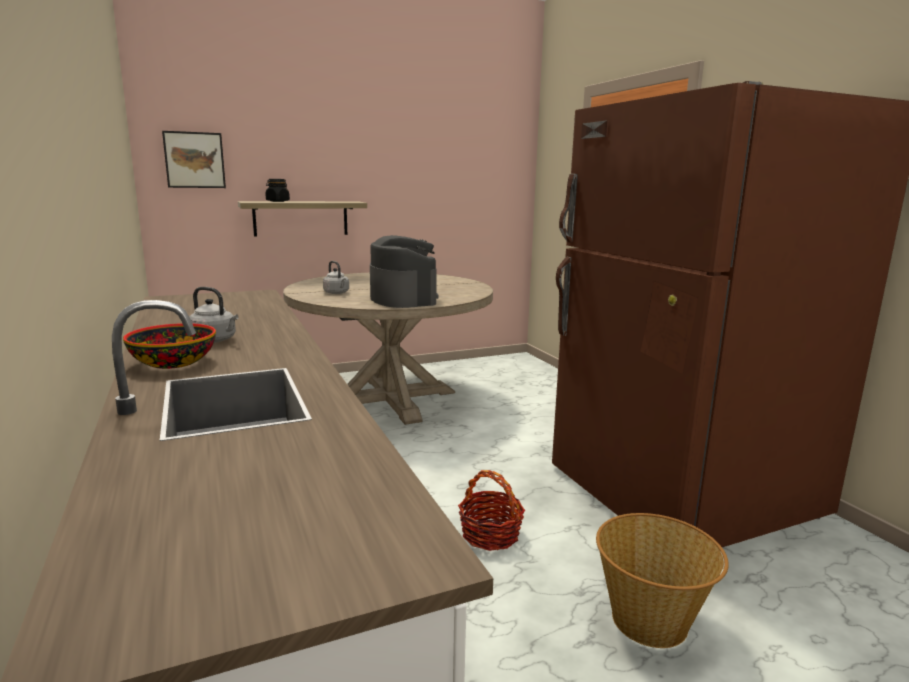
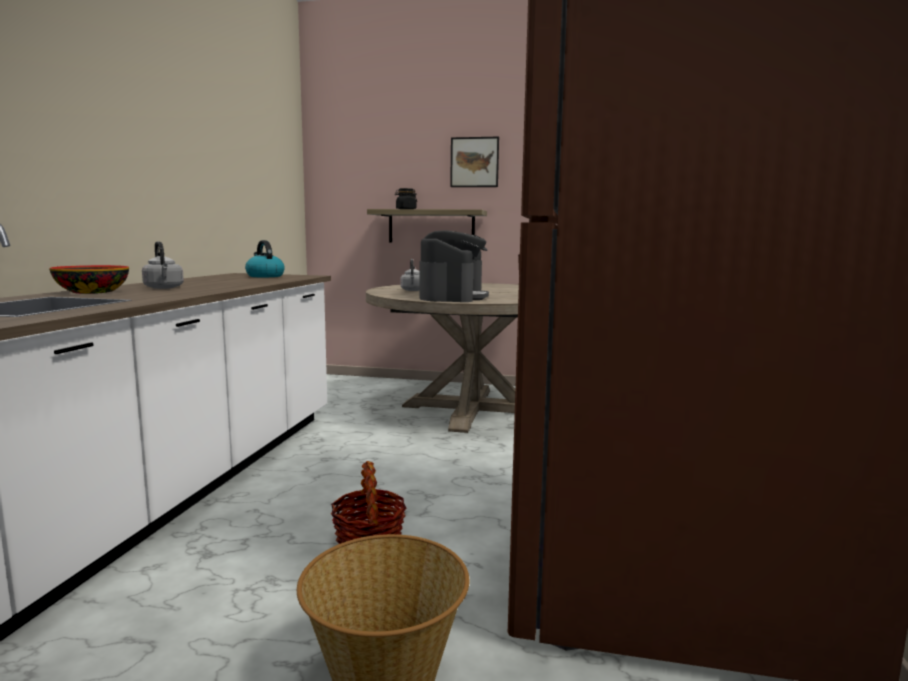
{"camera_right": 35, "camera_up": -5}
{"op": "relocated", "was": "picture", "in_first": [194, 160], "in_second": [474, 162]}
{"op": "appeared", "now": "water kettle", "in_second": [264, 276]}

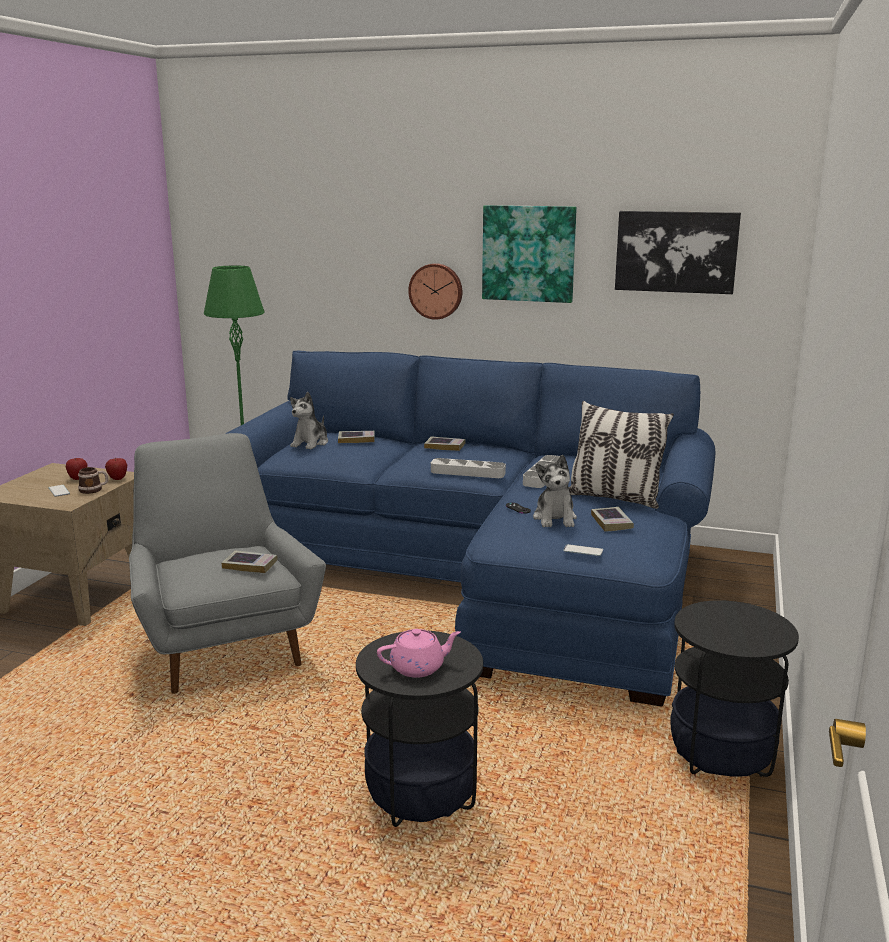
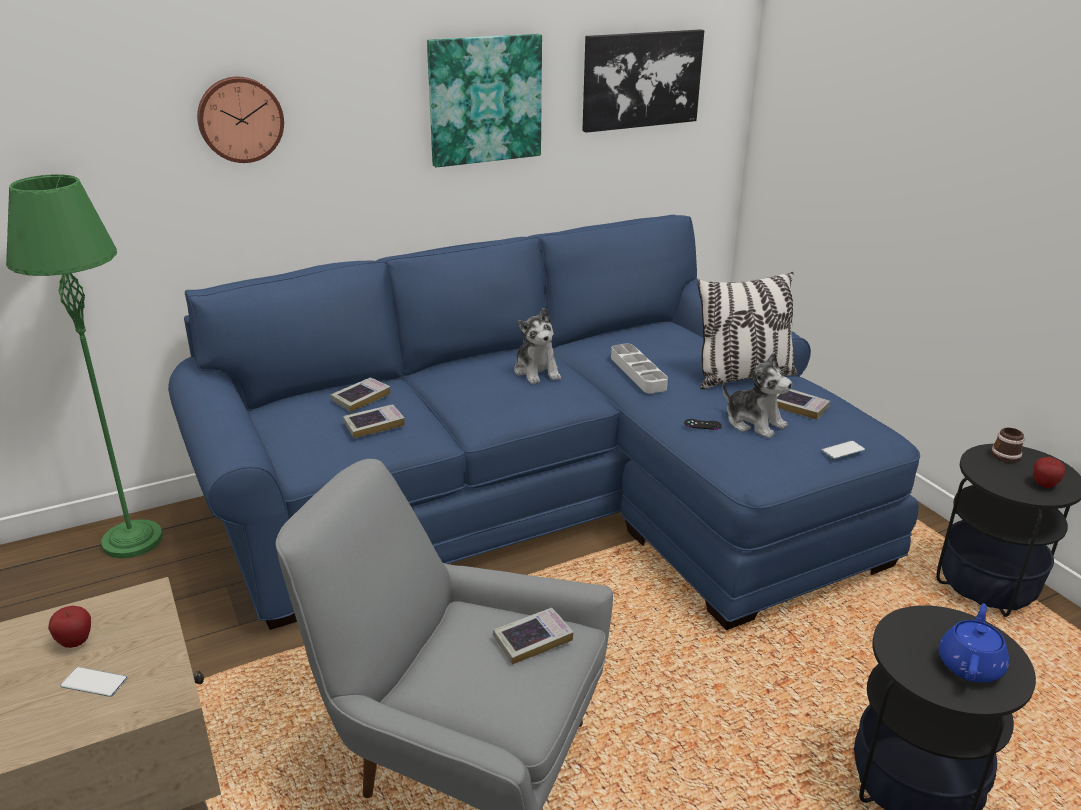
{"camera_right": -45, "camera_up": 10}
{"op": "relocated", "was": "mug", "in_first": [94, 489], "in_second": [1005, 454]}
{"op": "relocated", "was": "apple", "in_first": [117, 478], "in_second": [1044, 485]}
{"op": "relocated", "was": "cuddly toy", "in_first": [310, 443], "in_second": [537, 371]}
{"op": "colour", "was": "pinkish tea pot", "now": "bluish tea pot", "in_first": [418, 668], "in_second": [970, 664]}
{"op": "relocated", "was": "clock on the wall", "in_first": [436, 291], "in_second": [240, 119]}
{"op": "relocated", "was": "volume", "in_first": [445, 446], "in_second": [374, 424]}
{"op": "missing", "was": "grey serving tray", "in_first": [467, 472]}

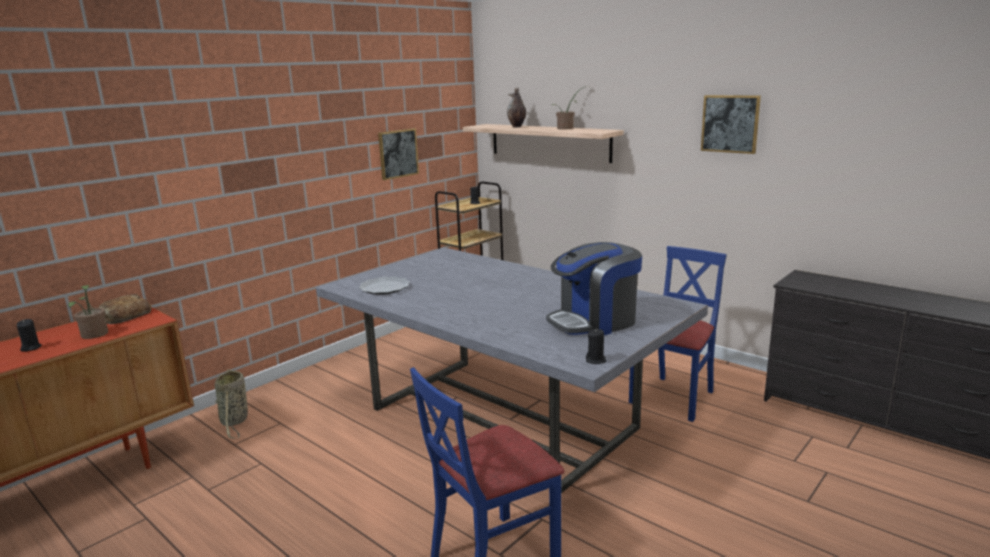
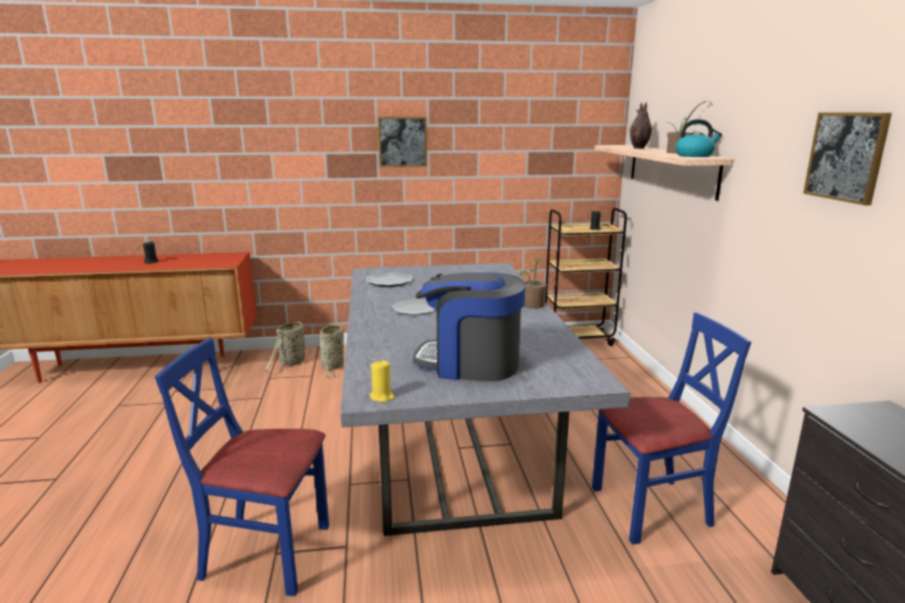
{"camera_right": 40, "camera_up": 0}
{"op": "relocated", "was": "plant in a pot", "in_first": [94, 335], "in_second": [532, 306]}
{"op": "missing", "was": "bread", "in_first": [123, 316]}
{"op": "relocated", "was": "picture", "in_first": [398, 153], "in_second": [402, 142]}
{"op": "colour", "was": "blackish wax light", "now": "yellow wax light", "in_first": [596, 360], "in_second": [382, 397]}
{"op": "appeared", "now": "storage basket", "in_second": [332, 367]}
{"op": "appeared", "now": "flat dish", "in_second": [414, 309]}
{"op": "appeared", "now": "water kettle", "in_second": [694, 155]}

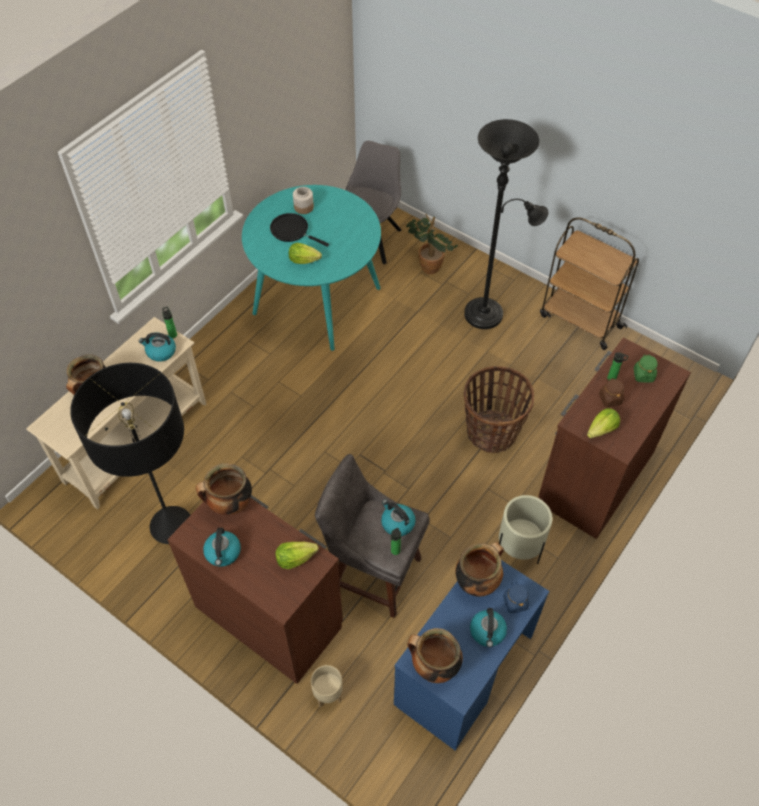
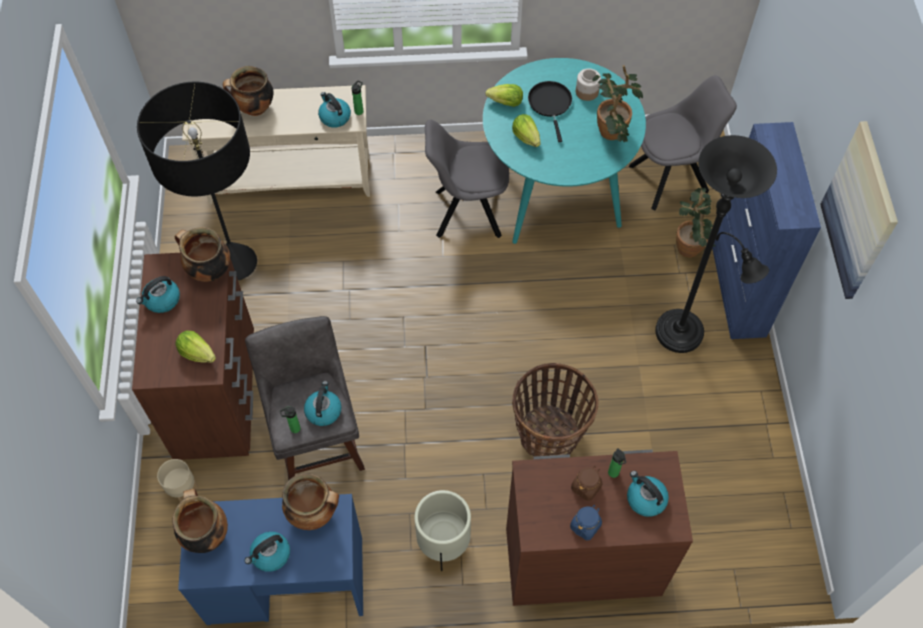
{"camera_right": 50, "camera_up": 5}
{"op": "relocated", "was": "bluish preserve jar", "in_first": [515, 602], "in_second": [585, 526]}
{"op": "missing", "was": "brown-coloured cart", "in_first": [579, 320]}
{"op": "relocated", "was": "head of lettuce", "in_first": [601, 430], "in_second": [506, 102]}
{"op": "exchanged", "was": "greenish preserve jar", "now": "water kettle", "in_first": [643, 375], "in_second": [645, 499]}
{"op": "appeared", "now": "grey chair", "in_second": [467, 213]}
{"op": "appeared", "now": "plant in a pot", "in_second": [610, 136]}
{"op": "appeared", "now": "bluish cupboard", "in_second": [738, 290]}
{"op": "appeared", "now": "picture", "in_second": [860, 212]}

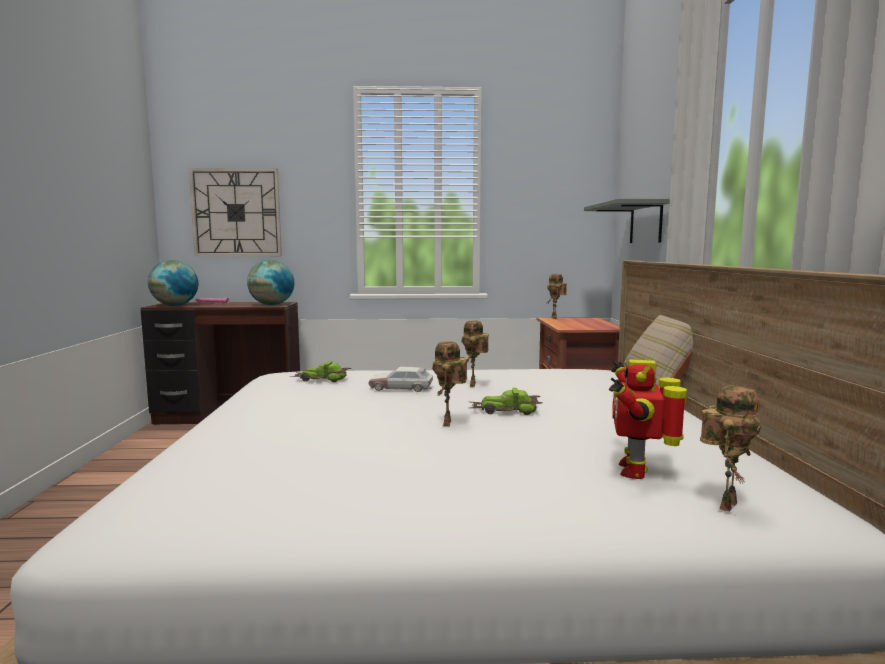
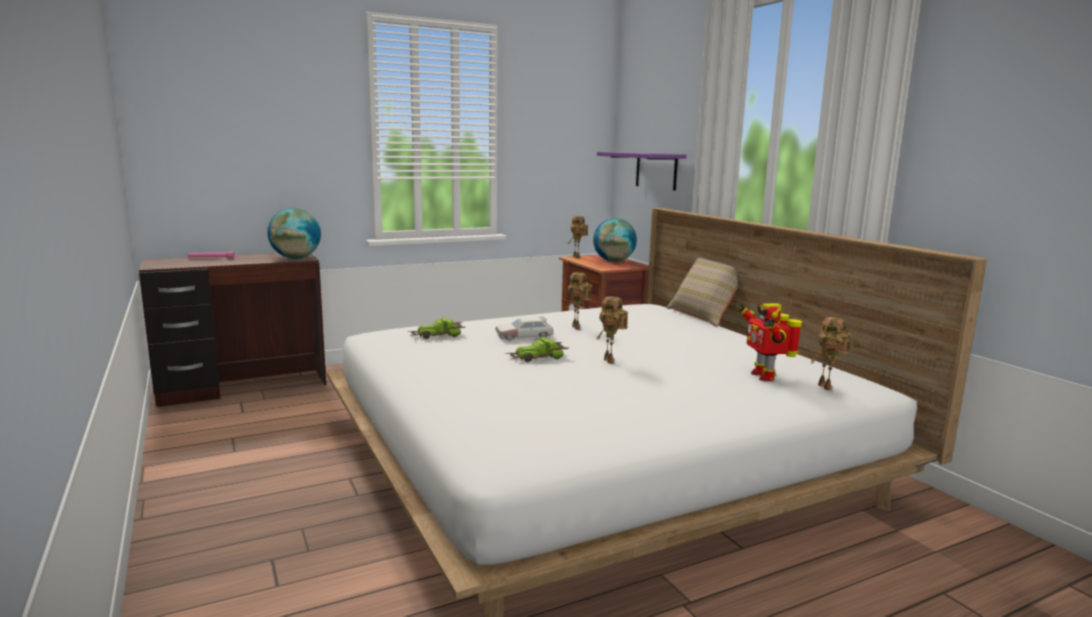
{"camera_right": -25, "camera_up": 5}
{"op": "relocated", "was": "globe", "in_first": [175, 305], "in_second": [614, 261]}
{"op": "missing", "was": "clock on the wall", "in_first": [236, 212]}
{"op": "relocated", "was": "model car", "in_first": [505, 410], "in_second": [537, 357]}
{"op": "colour", "was": "grey bracket shelf", "now": "purplish bracket shelf", "in_first": [646, 223], "in_second": [656, 170]}
{"op": "spun", "was": "model robot", "in_first": [725, 504], "in_second": [827, 387], "clockwise": 150}

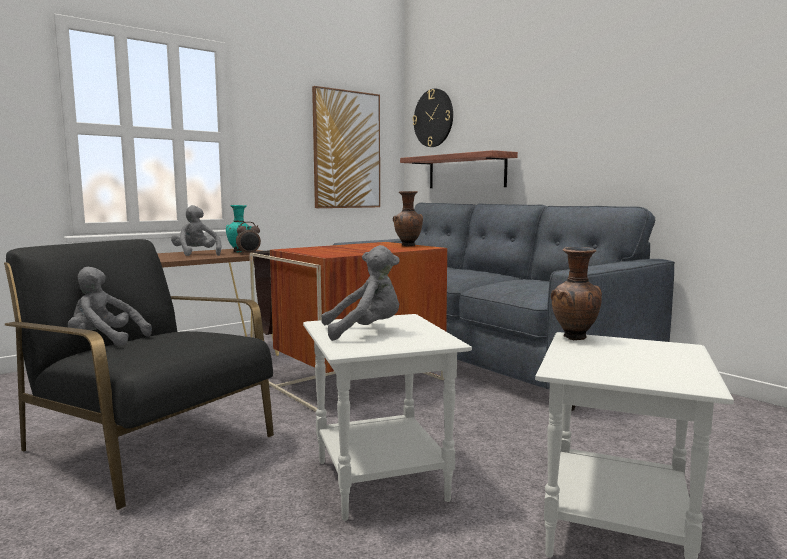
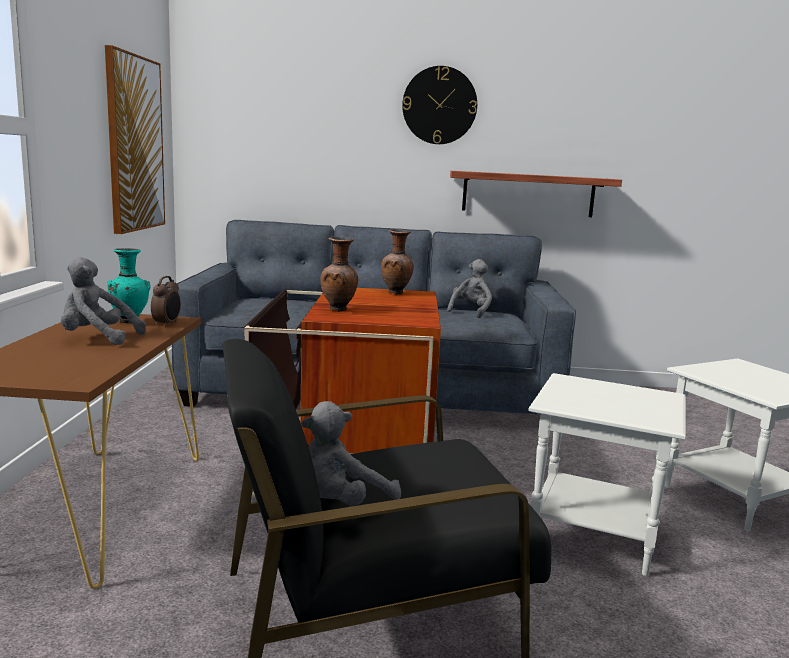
{"camera_right": -50, "camera_up": 5}
{"op": "relocated", "was": "grey cuddly toy", "in_first": [365, 331], "in_second": [471, 311]}
{"op": "relocated", "was": "bracket shelf", "in_first": [466, 171], "in_second": [528, 194]}
{"op": "relocated", "was": "clock on the wall", "in_first": [433, 118], "in_second": [439, 105]}
{"op": "relocated", "was": "brown-coloured vase", "in_first": [574, 338], "in_second": [339, 310]}

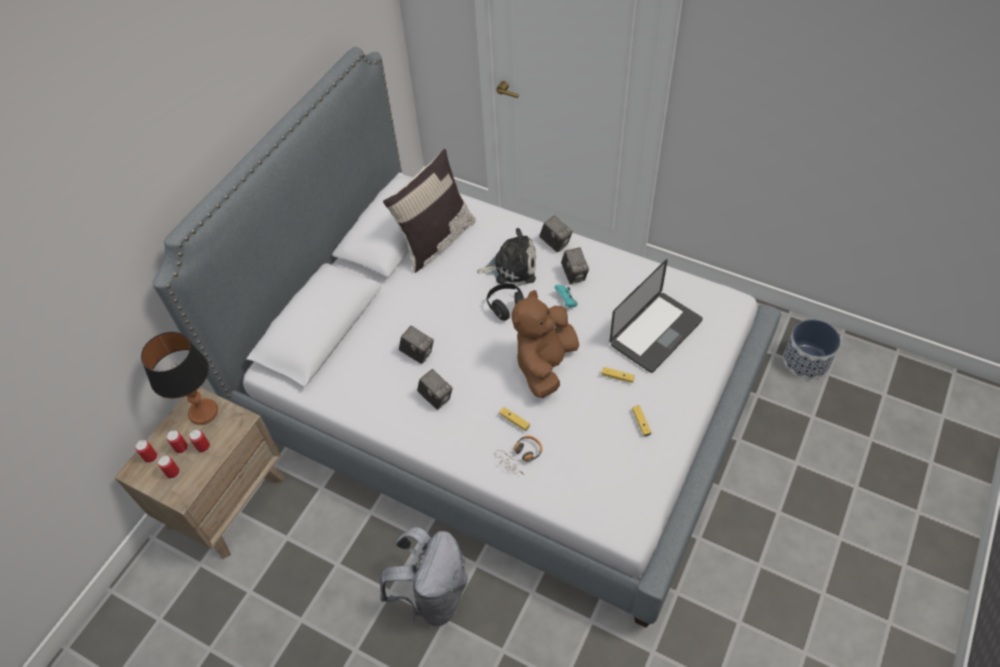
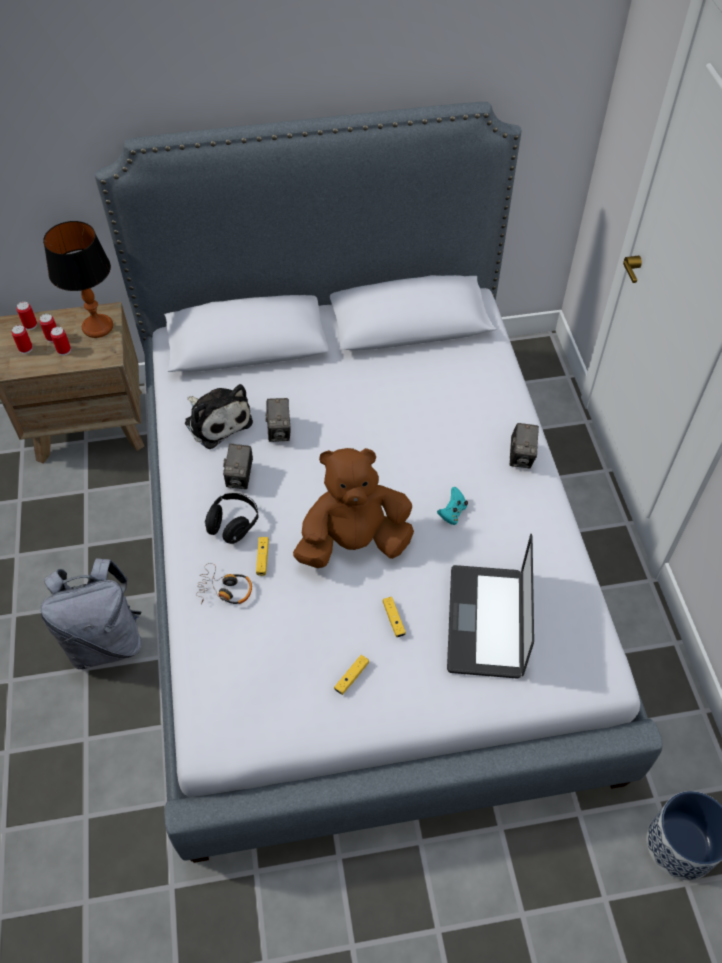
{"camera_right": 50, "camera_up": 0}
{"op": "missing", "was": "cushion", "in_first": [435, 241]}
{"op": "relocated", "was": "cuddly toy", "in_first": [512, 267], "in_second": [217, 420]}
{"op": "relocated", "was": "blackish headphones", "in_first": [506, 307], "in_second": [233, 524]}
{"op": "missing", "was": "photo camera", "in_first": [574, 275]}
{"op": "spun", "was": "portable computer", "in_first": [655, 333], "in_second": [485, 622], "clockwise": 90}

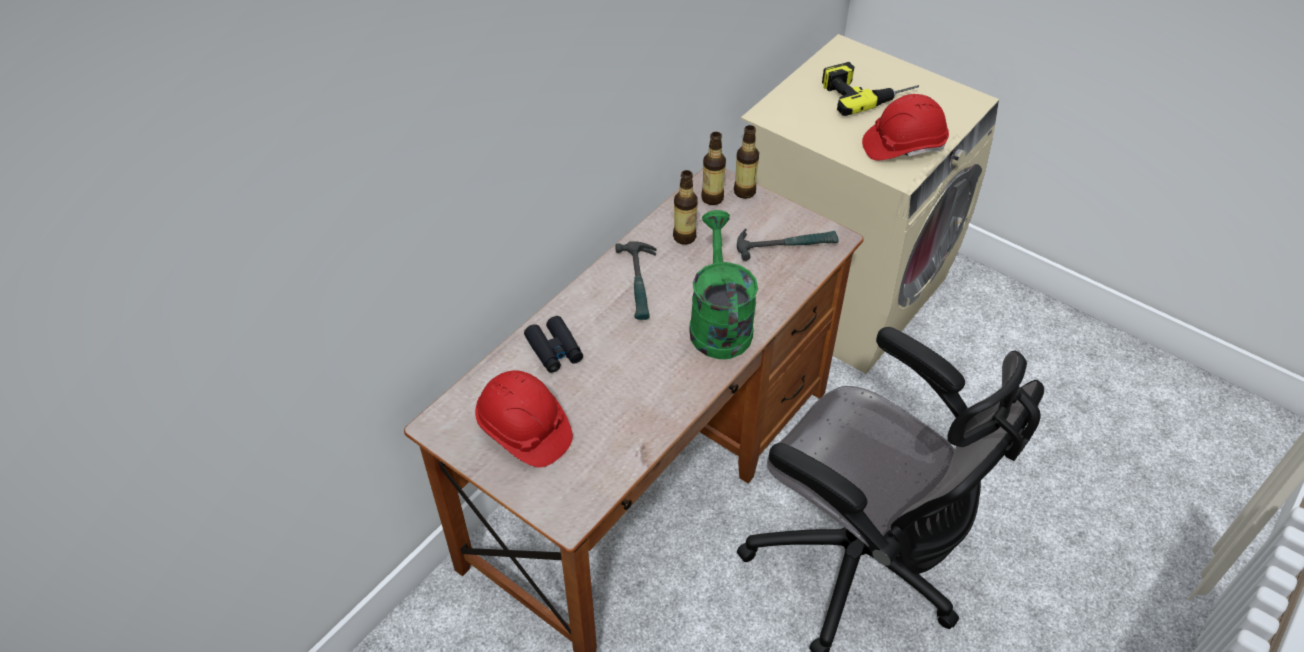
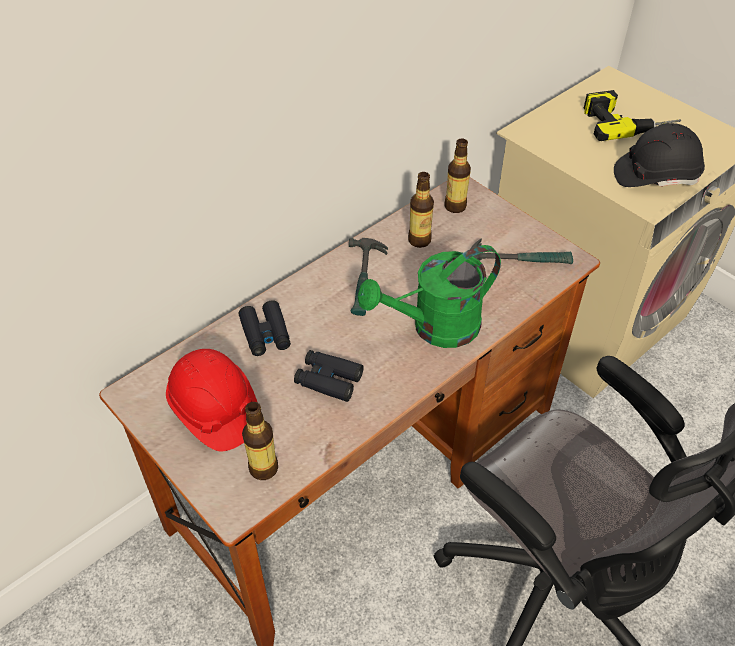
{"camera_right": 10, "camera_up": 0}
{"op": "spun", "was": "greenish watering can", "in_first": [718, 322], "in_second": [435, 328], "clockwise": -120}
{"op": "relocated", "was": "beverage bottle", "in_first": [744, 192], "in_second": [263, 468]}
{"op": "colour", "was": "red-coloured work helmet", "now": "blackish work helmet", "in_first": [903, 146], "in_second": [655, 176]}
{"op": "appeared", "now": "blackish field glasses", "in_second": [328, 380]}

